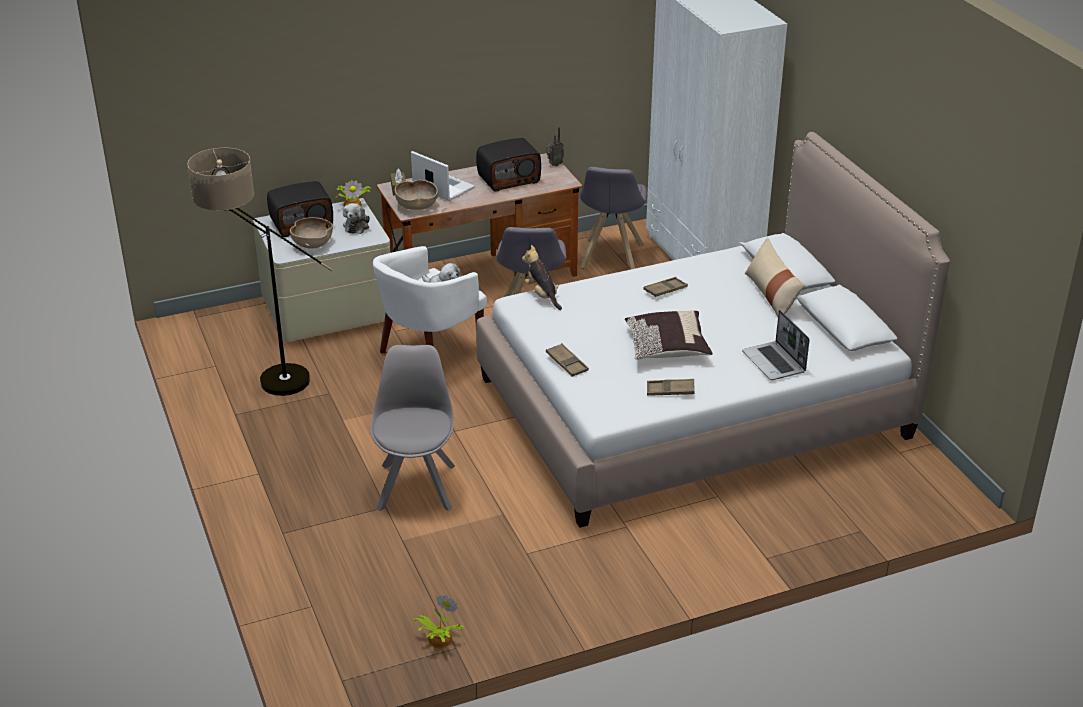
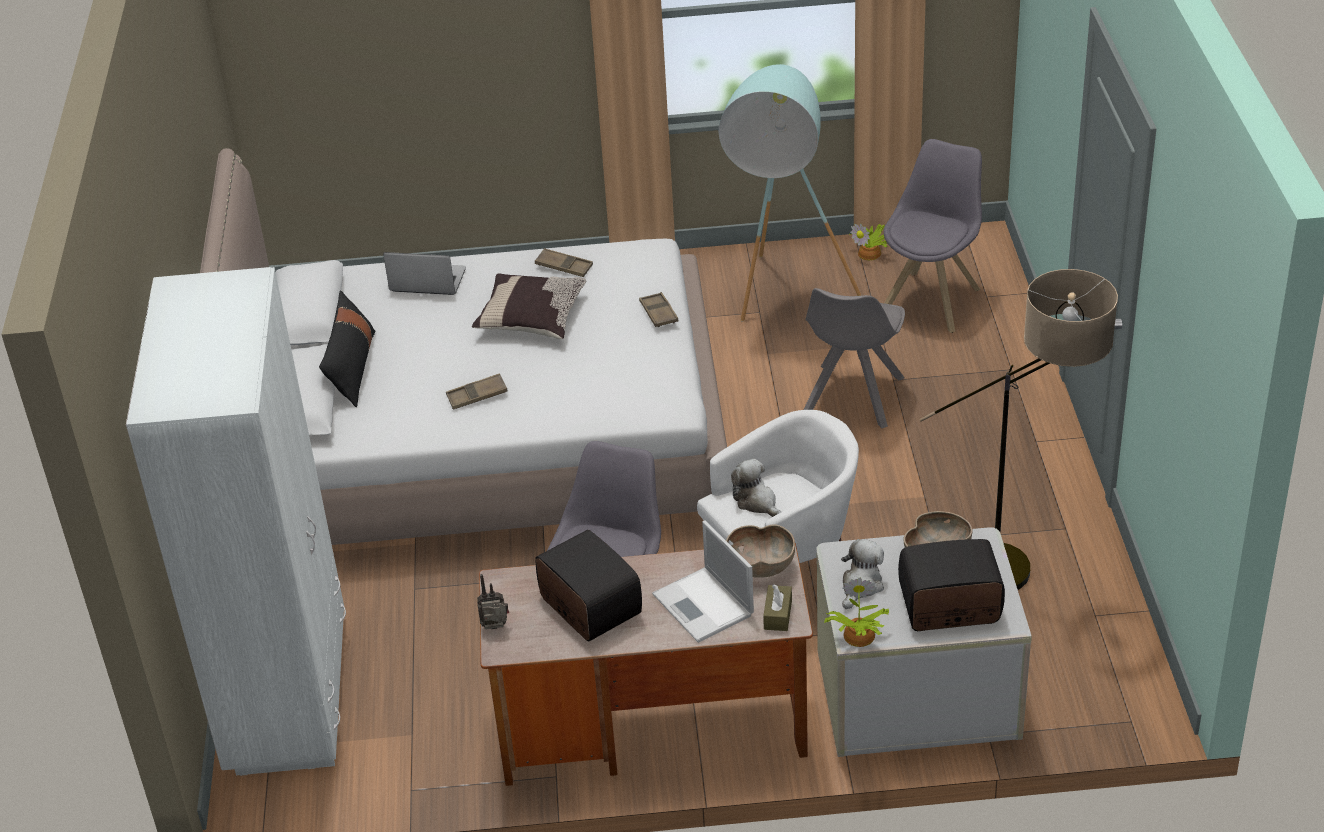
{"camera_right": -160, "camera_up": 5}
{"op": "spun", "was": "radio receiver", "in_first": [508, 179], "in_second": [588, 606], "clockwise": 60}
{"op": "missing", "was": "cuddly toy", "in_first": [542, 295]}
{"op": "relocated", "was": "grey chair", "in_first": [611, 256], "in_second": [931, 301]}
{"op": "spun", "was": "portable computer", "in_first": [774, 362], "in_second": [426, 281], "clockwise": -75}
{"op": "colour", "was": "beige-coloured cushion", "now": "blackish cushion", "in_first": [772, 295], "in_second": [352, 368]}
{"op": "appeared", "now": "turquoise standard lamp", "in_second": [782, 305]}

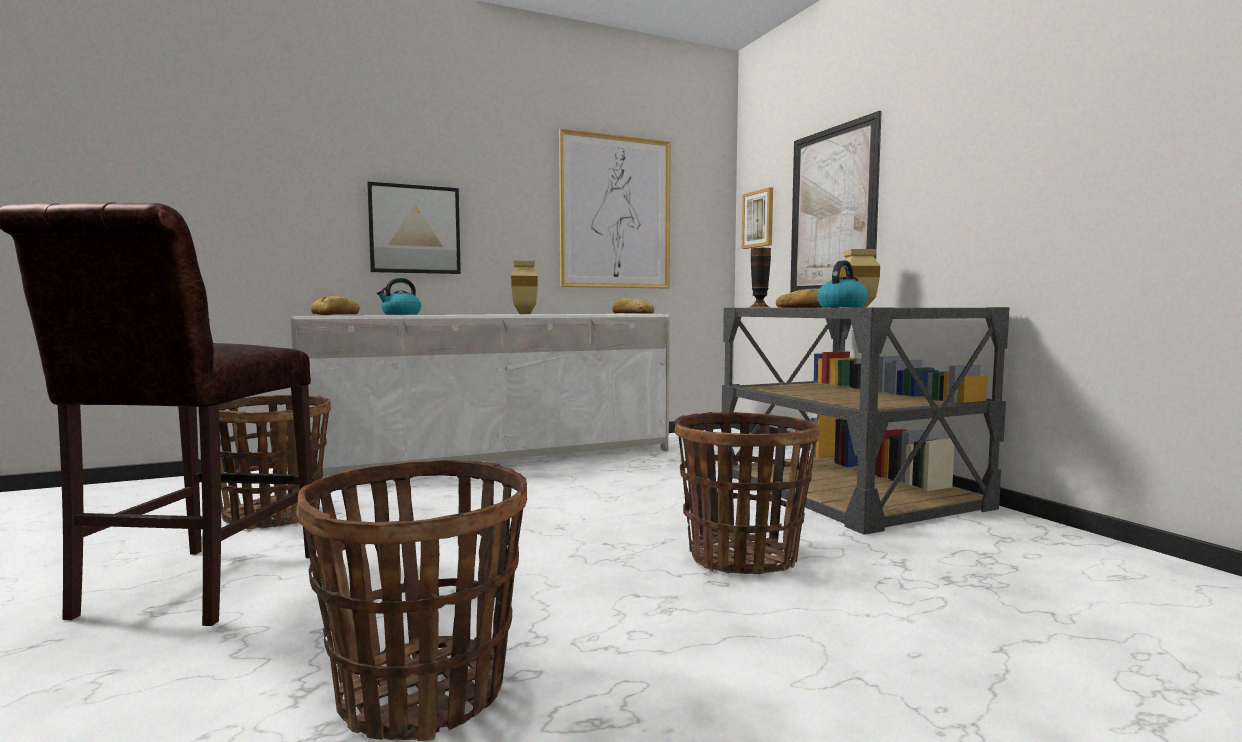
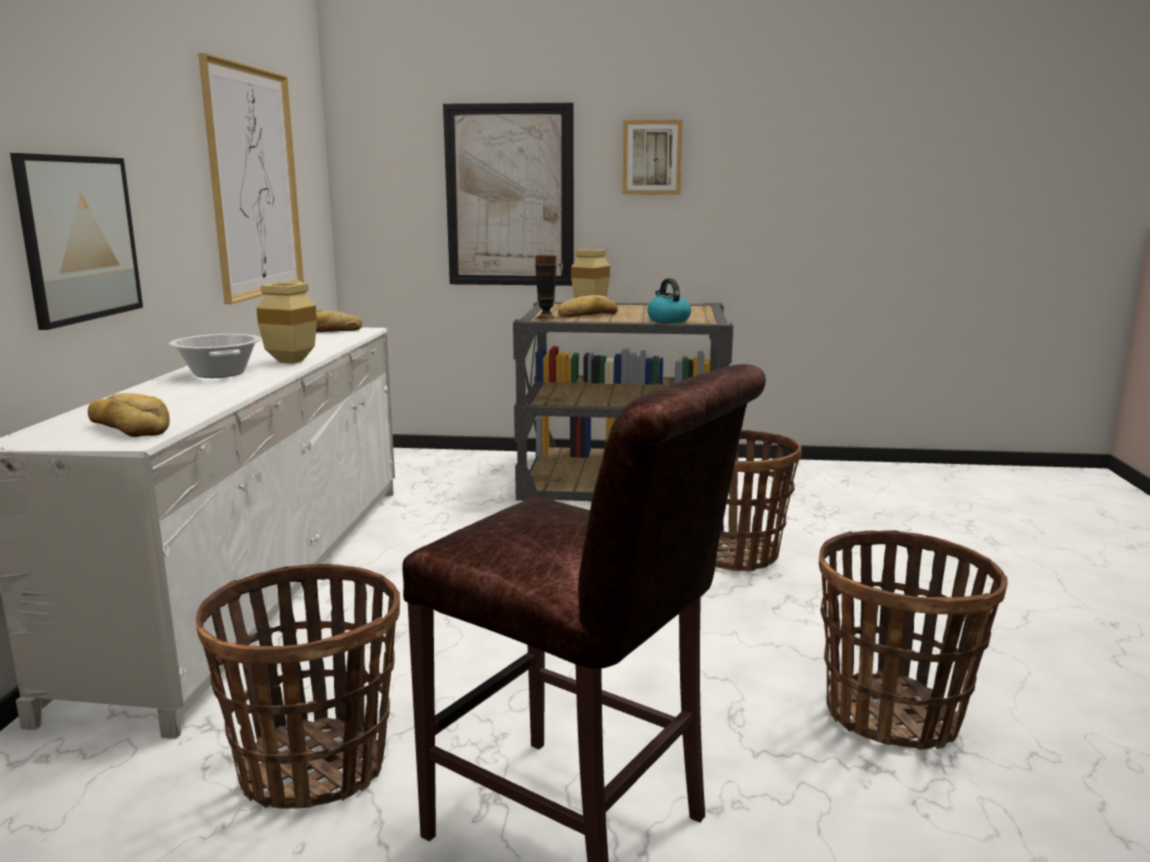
{"camera_right": -60, "camera_up": 10}
{"op": "missing", "was": "water kettle", "in_first": [400, 314]}
{"op": "relocated", "was": "picture", "in_first": [758, 219], "in_second": [652, 157]}
{"op": "appeared", "now": "stockpot", "in_second": [218, 373]}

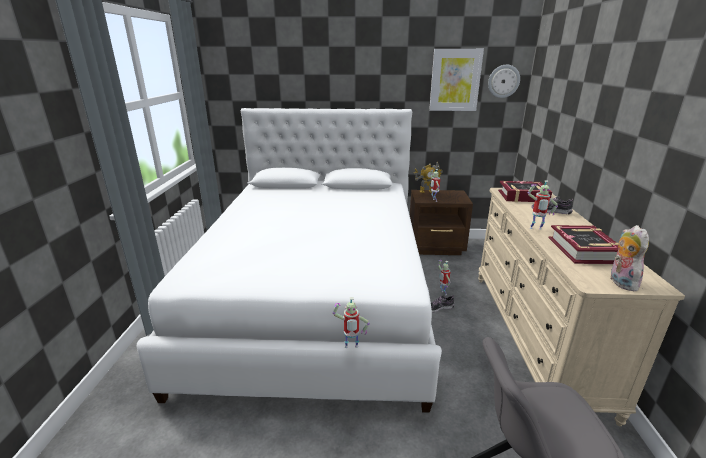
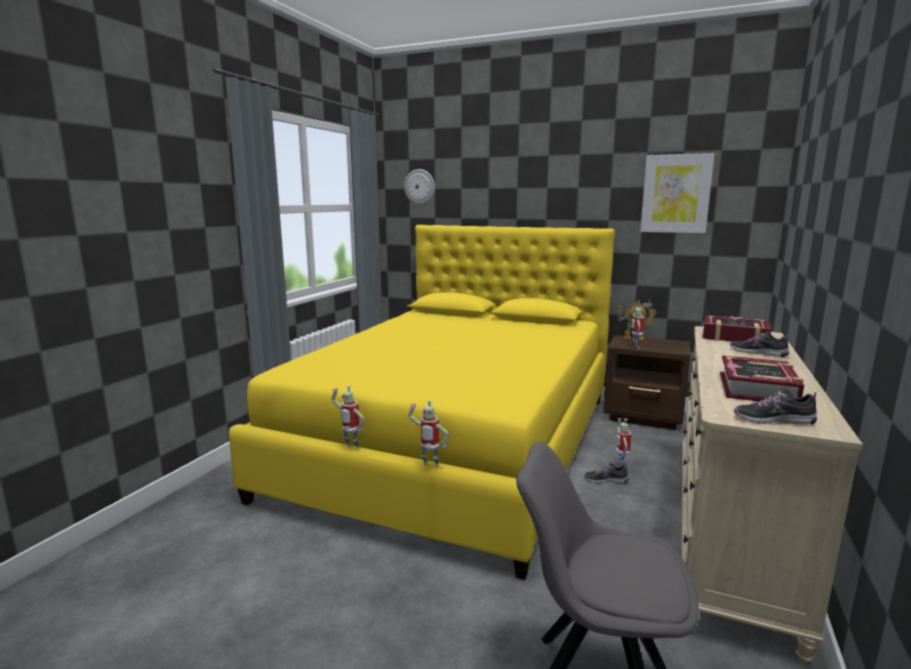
{"camera_right": 20, "camera_up": -10}
{"op": "colour", "was": "whitish bed", "now": "yellow bed", "in_first": [317, 296], "in_second": [456, 442]}
{"op": "relocated", "was": "clock on the wall", "in_first": [503, 81], "in_second": [419, 186]}
{"op": "relocated", "was": "model robot", "in_first": [535, 229], "in_second": [351, 448]}
{"op": "exchanged", "was": "cuddly toy", "now": "item of footwear", "in_first": [620, 282], "in_second": [773, 420]}

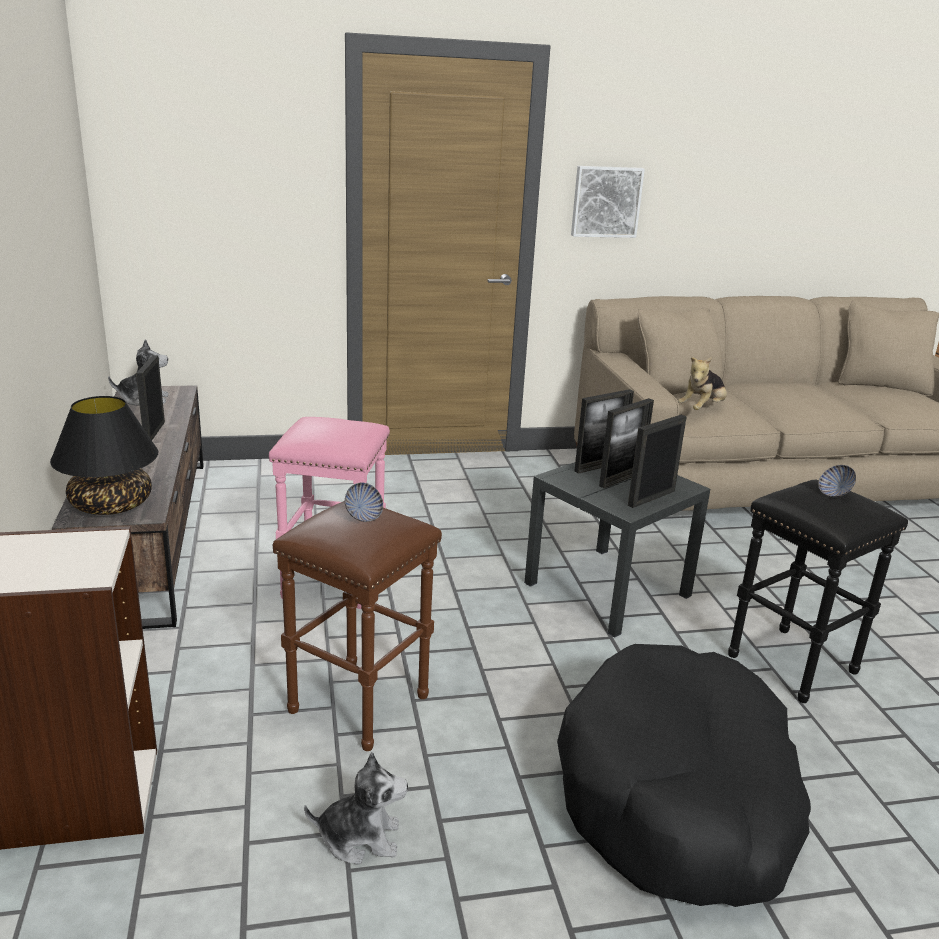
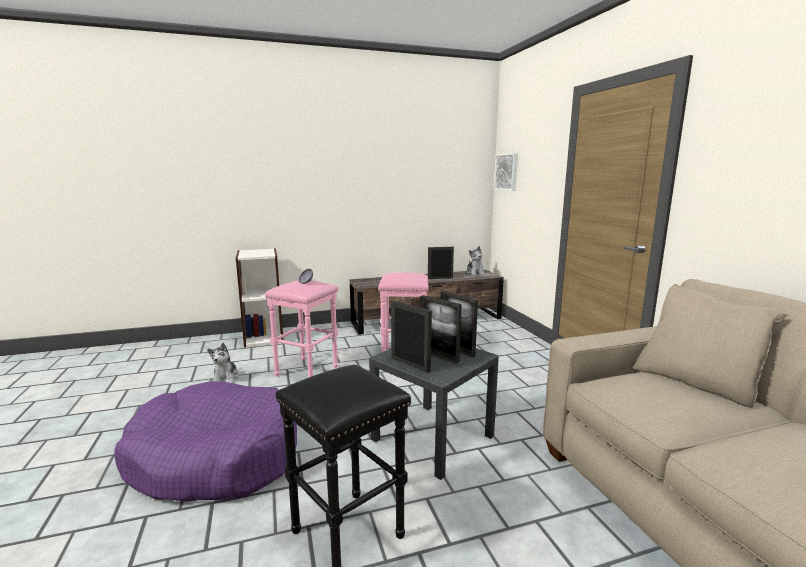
{"camera_right": 85, "camera_up": -10}
{"op": "missing", "was": "blackish tabletop lamp", "in_first": [112, 505]}
{"op": "colour", "was": "brown-coloured stool", "now": "pinkish stool", "in_first": [358, 701], "in_second": [308, 370]}
{"op": "colour", "was": "blackish dog bed", "now": "purplish dog bed", "in_first": [678, 796], "in_second": [216, 457]}
{"op": "relocated", "was": "picture", "in_first": [606, 201], "in_second": [507, 172]}
{"op": "missing", "was": "cuddly toy", "in_first": [702, 409]}
{"op": "missing", "was": "deep dish", "in_first": [834, 494]}

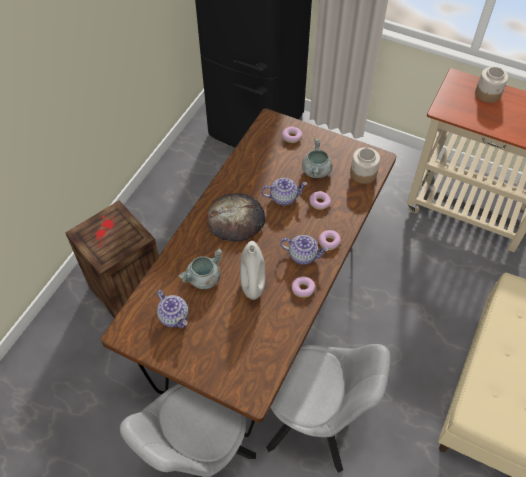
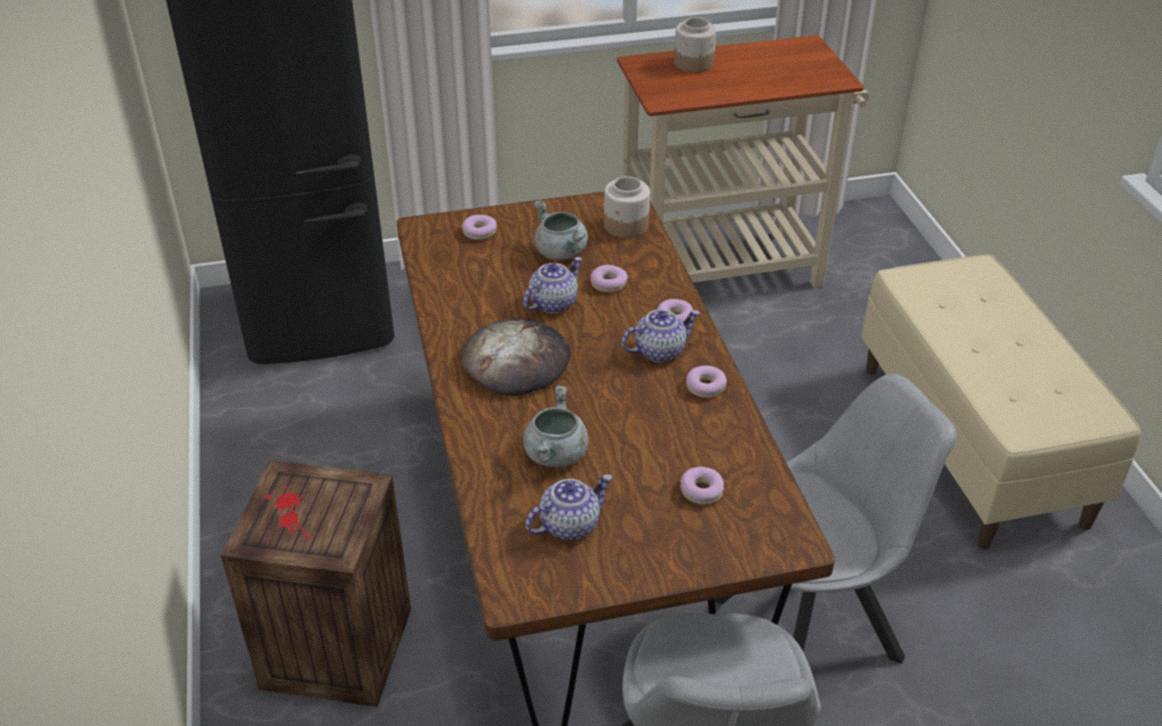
{"camera_right": -40, "camera_up": -15}
{"op": "spun", "was": "tea pot", "in_first": [174, 316], "in_second": [569, 524], "clockwise": -45}
{"op": "missing", "was": "whitish vase", "in_first": [252, 284]}
{"op": "appeared", "now": "donut", "in_second": [701, 490]}

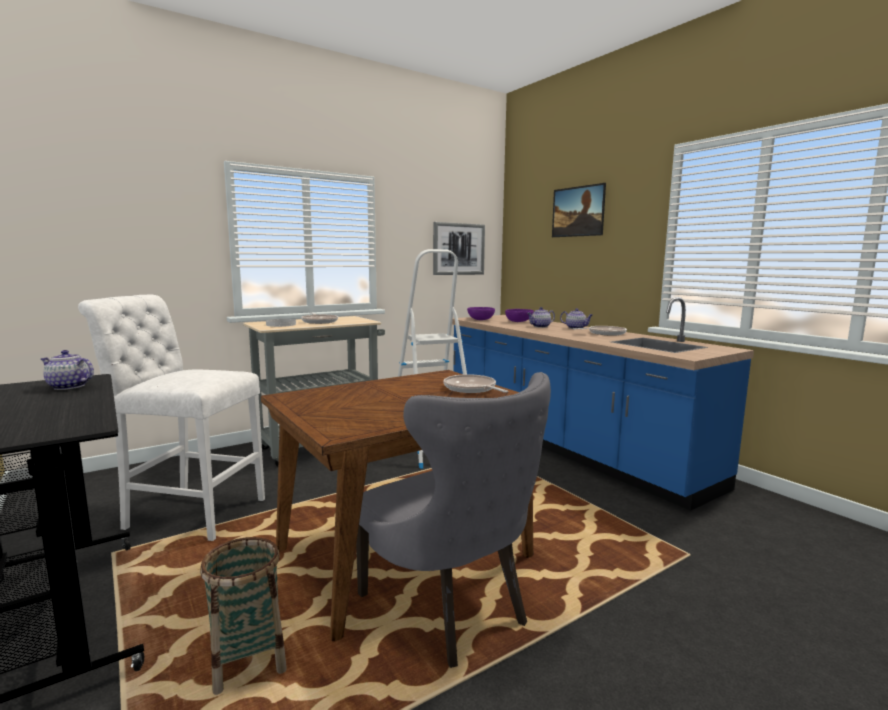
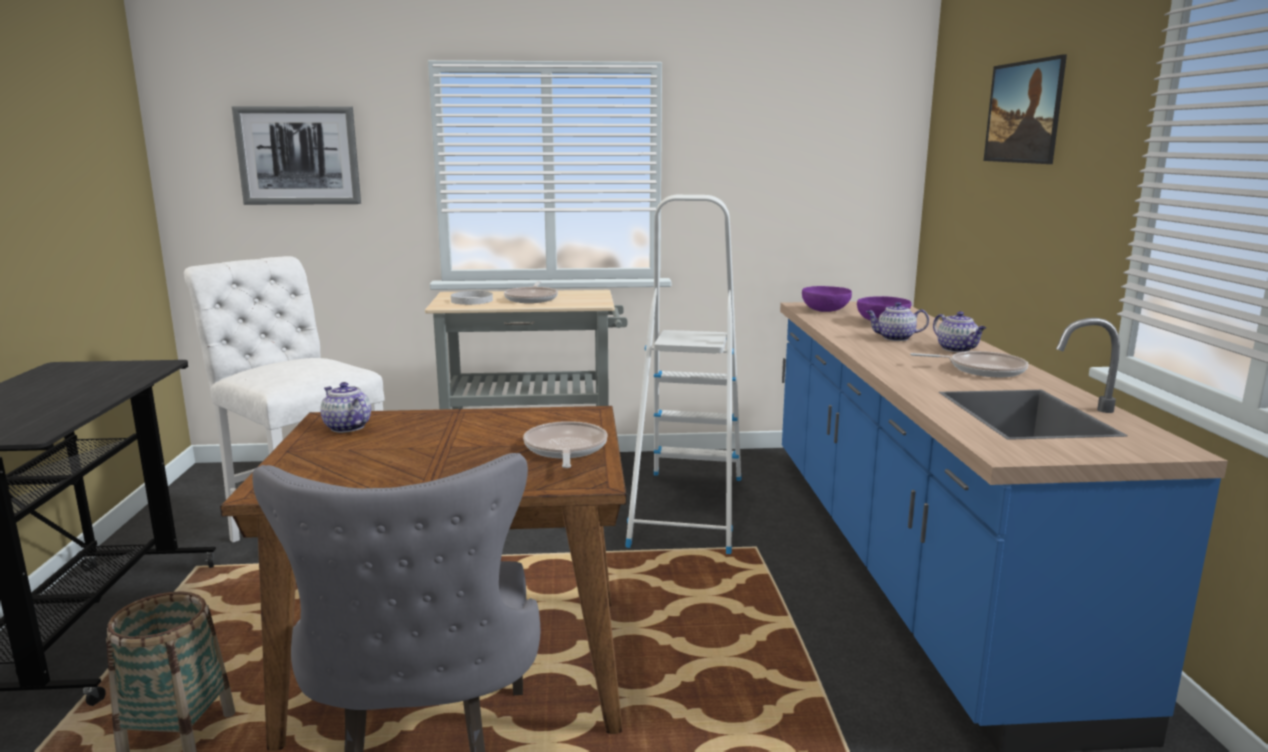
{"camera_right": 30, "camera_up": 5}
{"op": "relocated", "was": "tea pot", "in_first": [68, 386], "in_second": [346, 427]}
{"op": "relocated", "was": "picture", "in_first": [458, 249], "in_second": [298, 156]}

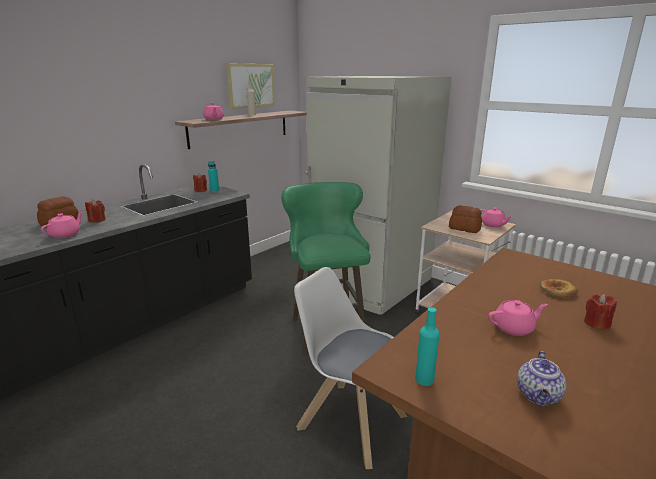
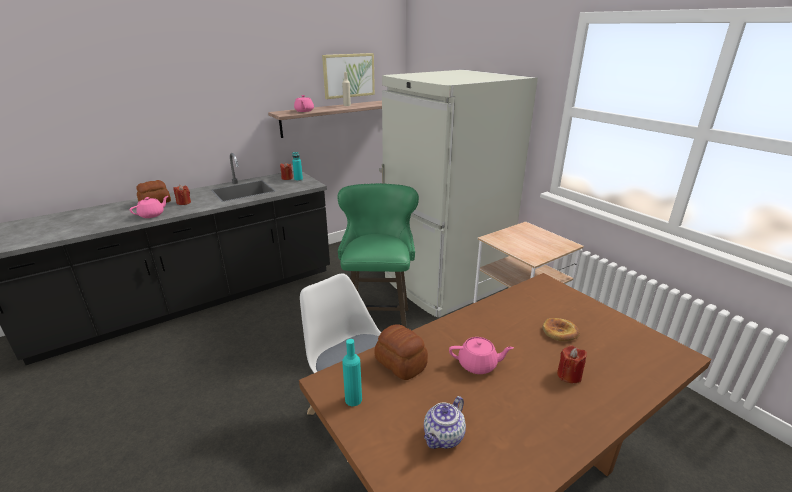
{"camera_right": 15, "camera_up": 5}
{"op": "relocated", "was": "bread", "in_first": [464, 228], "in_second": [401, 362]}
{"op": "missing", "was": "pinkish tea pot", "in_first": [493, 225]}

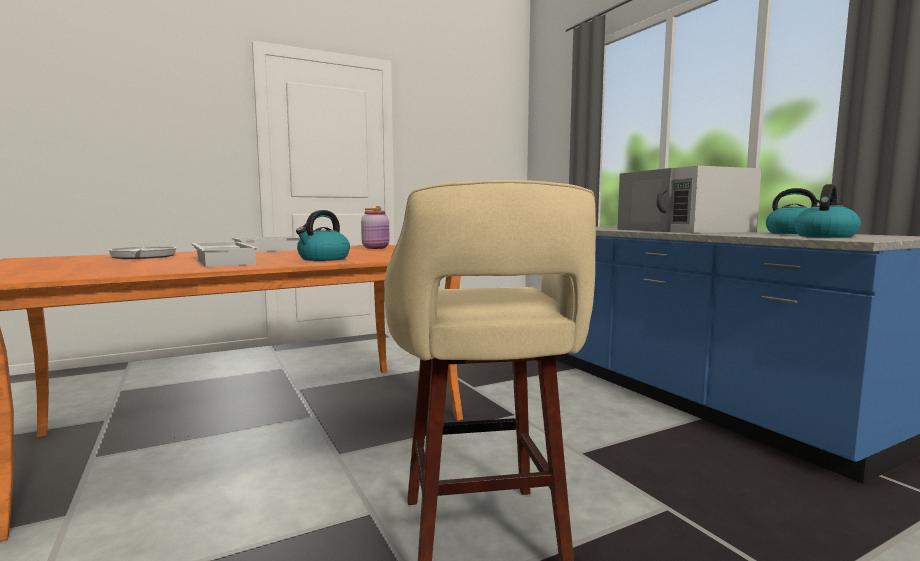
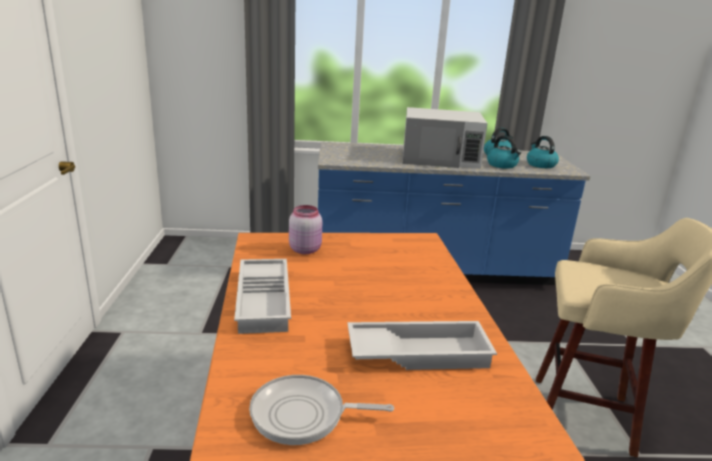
{"camera_right": -65, "camera_up": 15}
{"op": "relocated", "was": "water kettle", "in_first": [323, 259], "in_second": [502, 165]}

